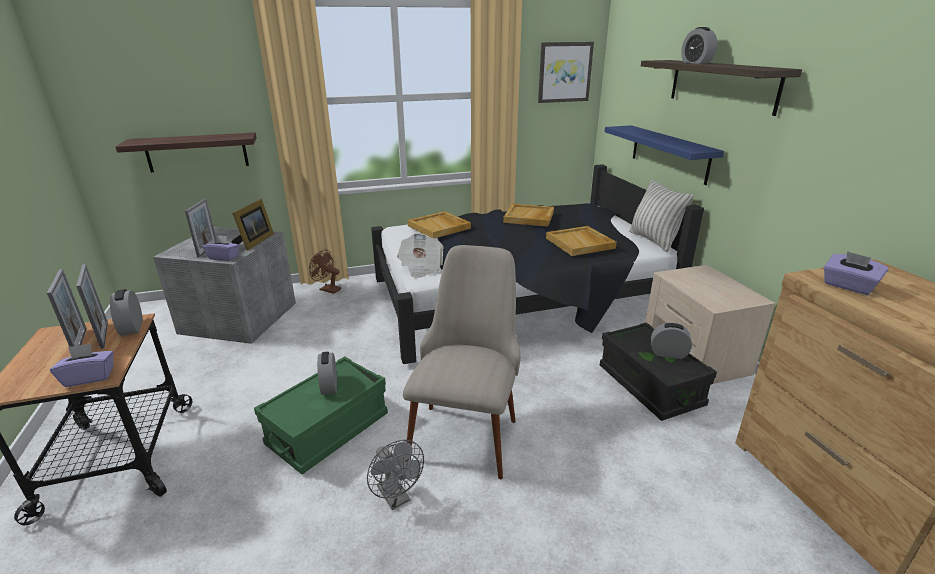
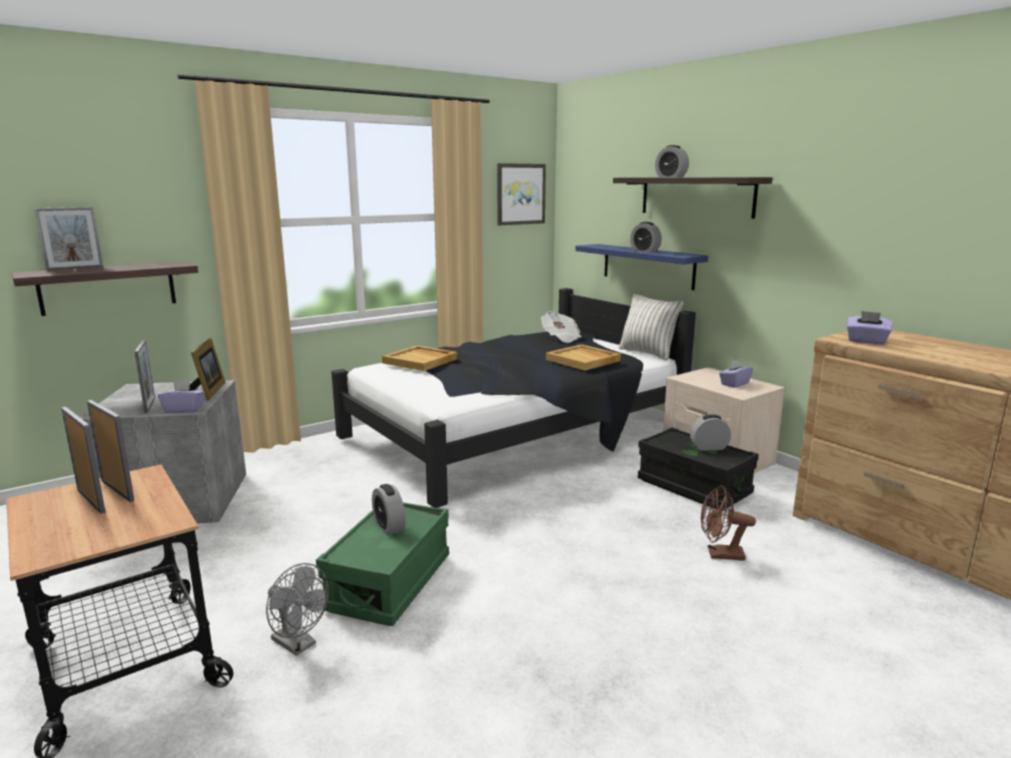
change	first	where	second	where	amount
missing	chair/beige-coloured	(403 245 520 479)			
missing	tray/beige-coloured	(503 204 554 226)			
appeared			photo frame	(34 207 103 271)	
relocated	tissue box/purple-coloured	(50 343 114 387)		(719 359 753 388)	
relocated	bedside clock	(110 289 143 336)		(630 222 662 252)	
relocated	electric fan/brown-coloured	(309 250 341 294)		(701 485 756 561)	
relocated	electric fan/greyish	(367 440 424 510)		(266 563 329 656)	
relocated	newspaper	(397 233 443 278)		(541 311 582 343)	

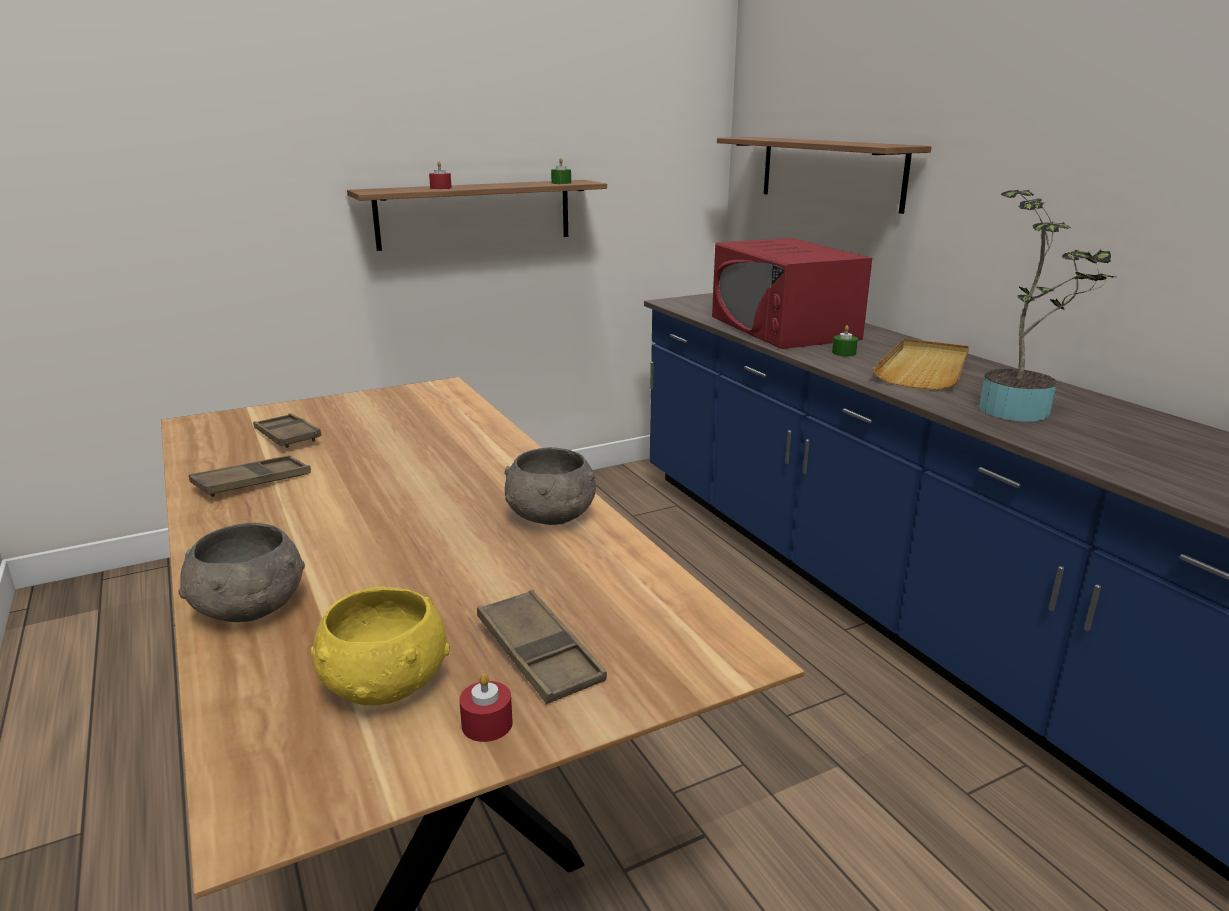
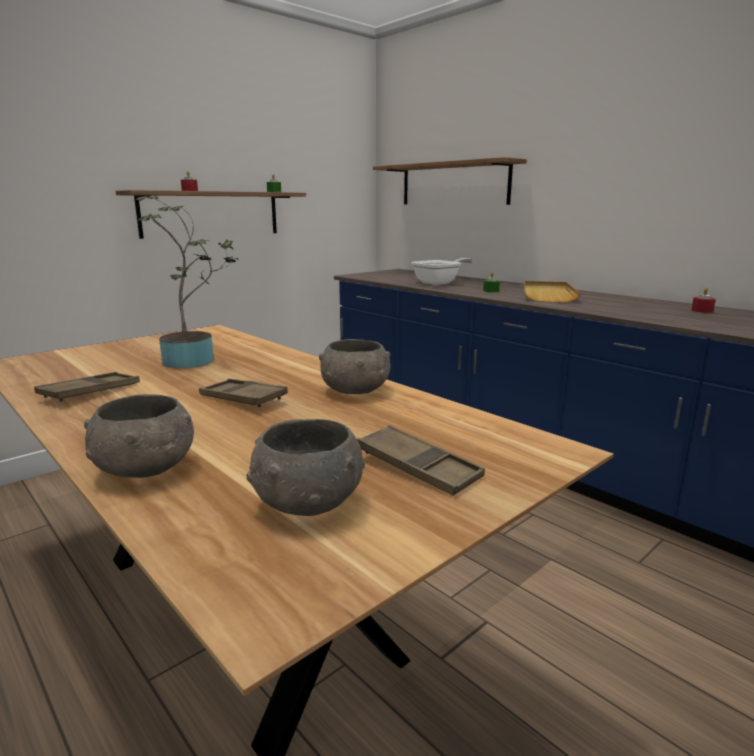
change	first	where	second	where	amount
relocated	tray/brown-coloured	(253 413 322 448)		(199 378 288 407)	
relocated	wax candle/reddish	(459 674 513 742)		(691 288 716 313)	
relocated	plant in a pot	(979 189 1115 422)		(136 196 238 368)	
exchanged	microwave/reddish	(712 238 872 349)	frying pan	(411 258 473 285)	
colour	bowl/yellowish	(311 587 450 705)	bowl/greyish	(247 419 365 516)	

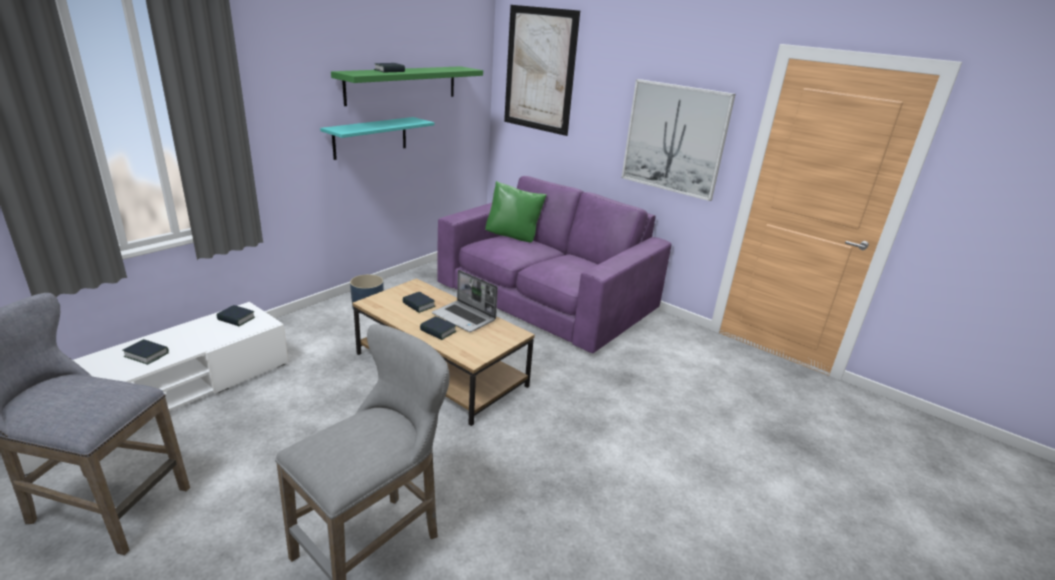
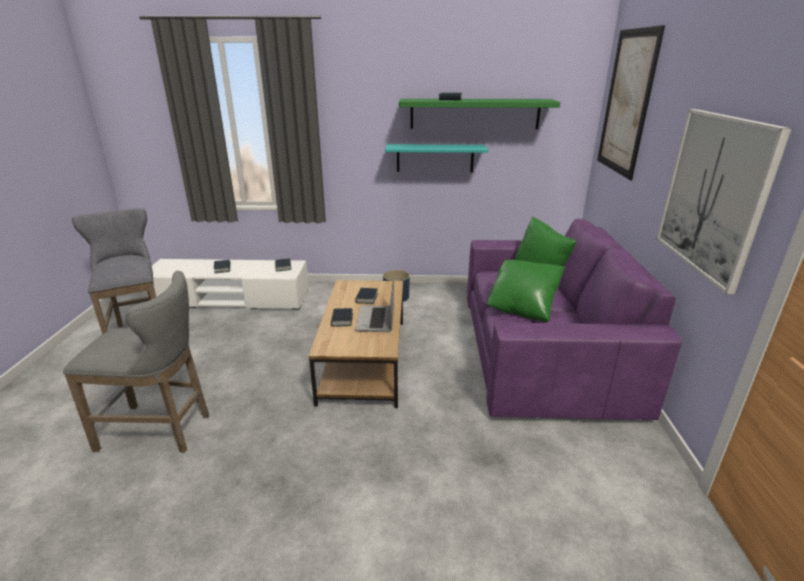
change	first	where	second	where	amount
appeared			cushion/greenish	(487 260 565 322)	

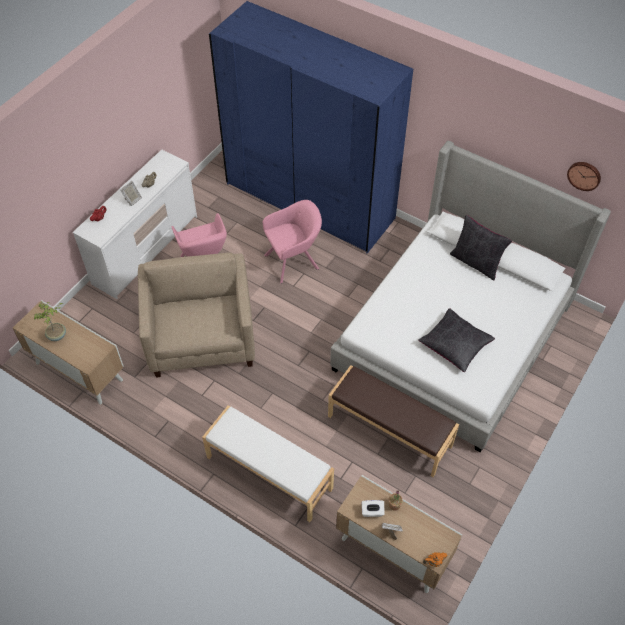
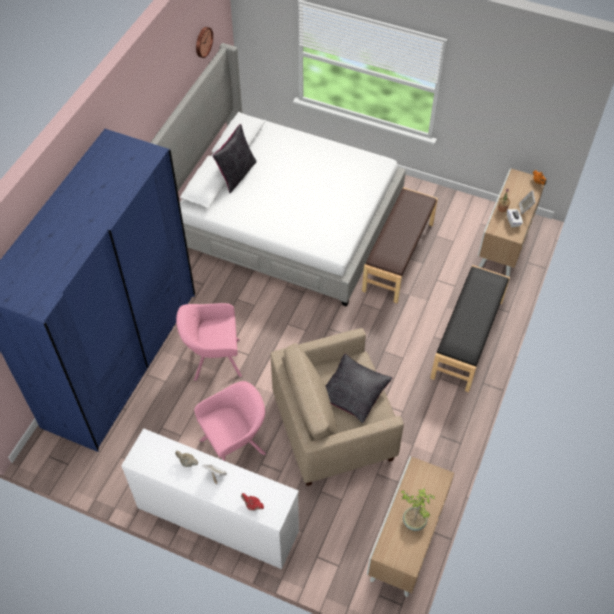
change	first	where	second	where	amount
relocated	cushion/black	(418 308 495 372)		(326 354 392 423)	
colour	indoor bench/white	(202 405 334 522)	indoor bench/black	(430 265 510 392)	
spun	armchair/pink-coloured	(263 200 322 284)		(176 303 242 381)	60 degrees counterclockwise

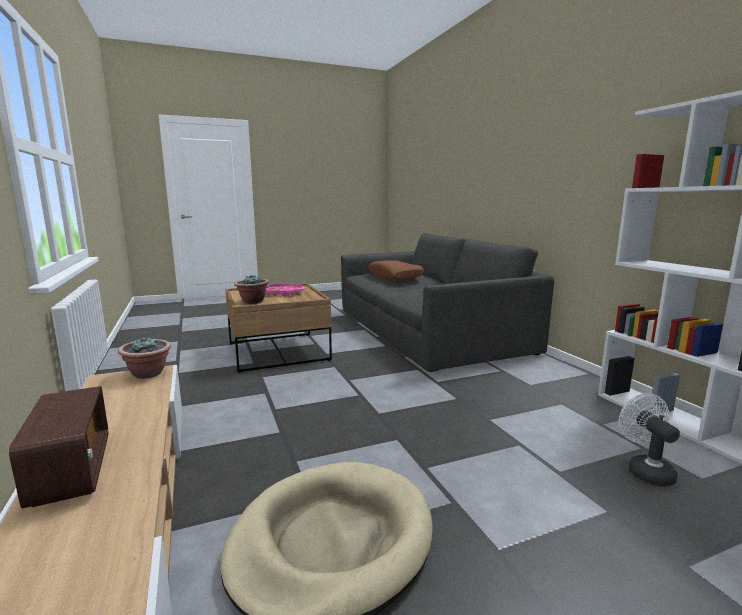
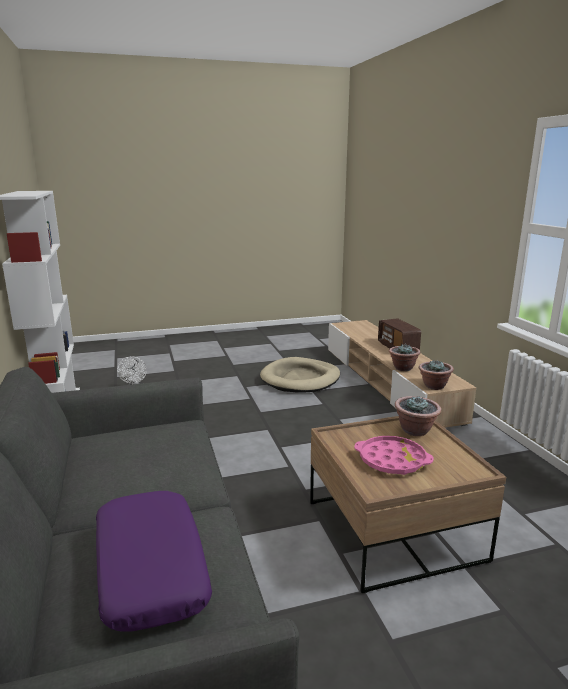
change	first	where	second	where	amount
appeared			plant in a pot	(389 343 421 371)	
colour	cushion/brown-coloured	(368 260 424 280)	cushion/purple-coloured	(96 491 212 632)	

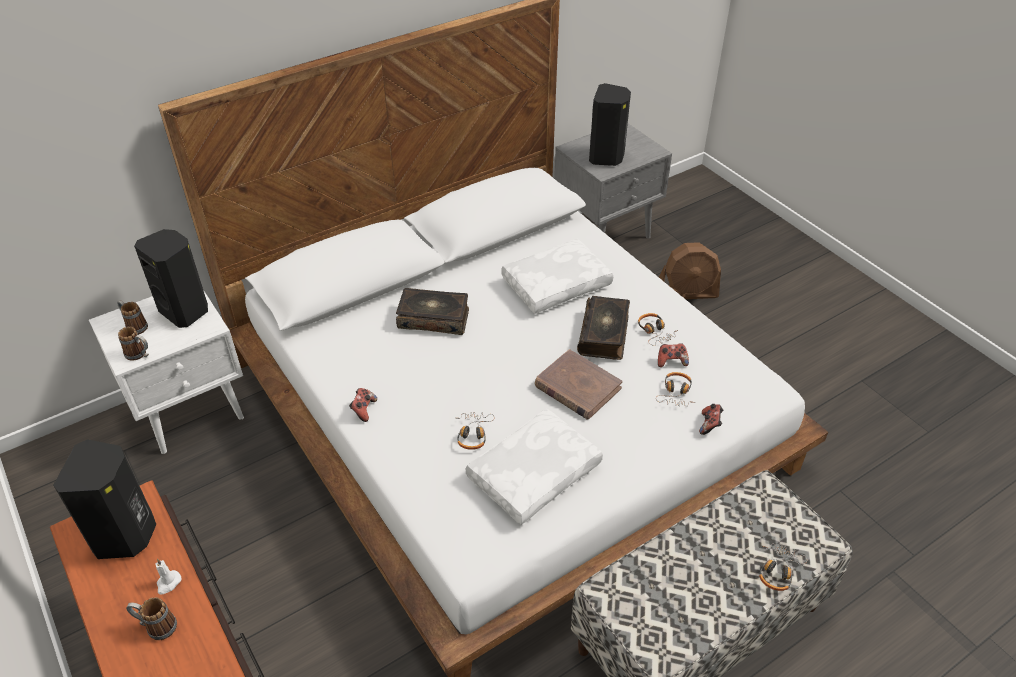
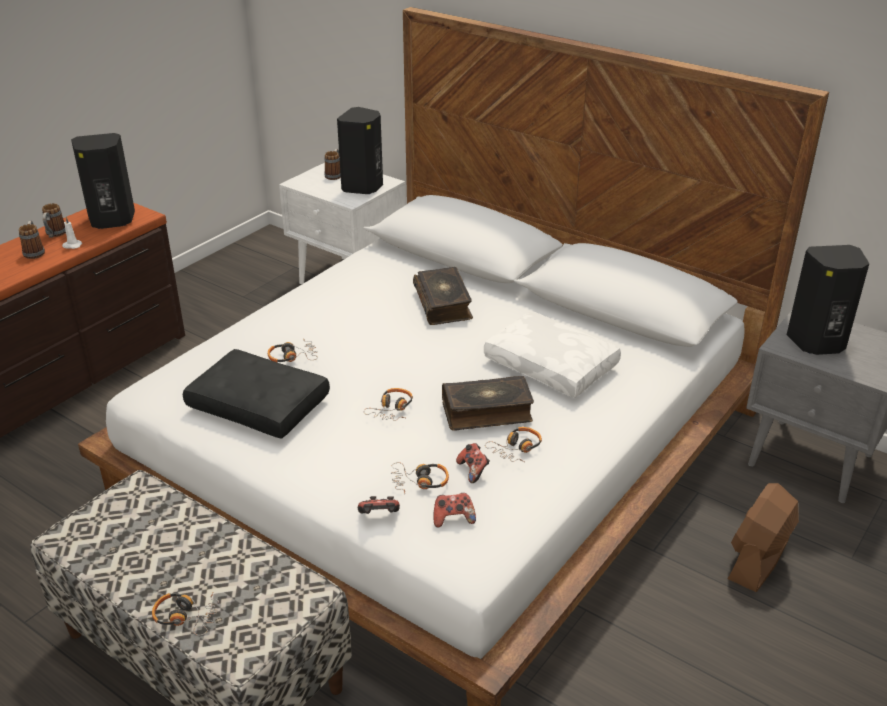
change	first	where	second	where	amount
relocated	coffee mug	(118 327 149 361)		(42 203 66 238)	
relocated	game controller	(349 388 377 422)		(433 493 476 527)	
exchanged	volume/brown-coloured	(535 349 623 420)	pair of headphones	(364 388 413 421)	
colour	cushion/white	(466 409 603 525)	cushion/black	(183 349 330 439)	
spun	electric fan/brown-coloured	(659 242 721 299)		(728 483 799 592)	60 degrees clockwise

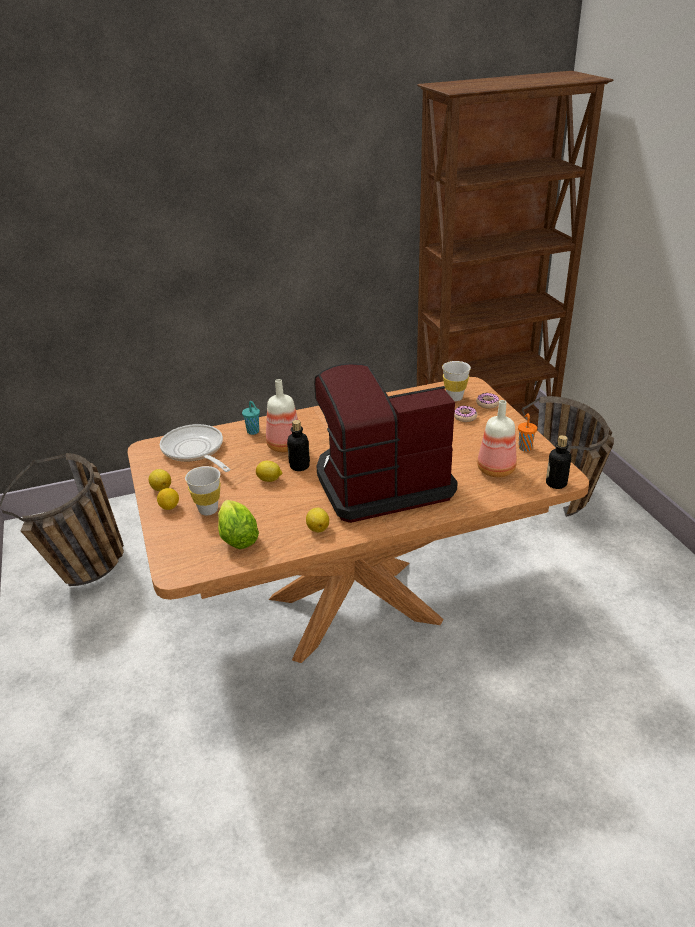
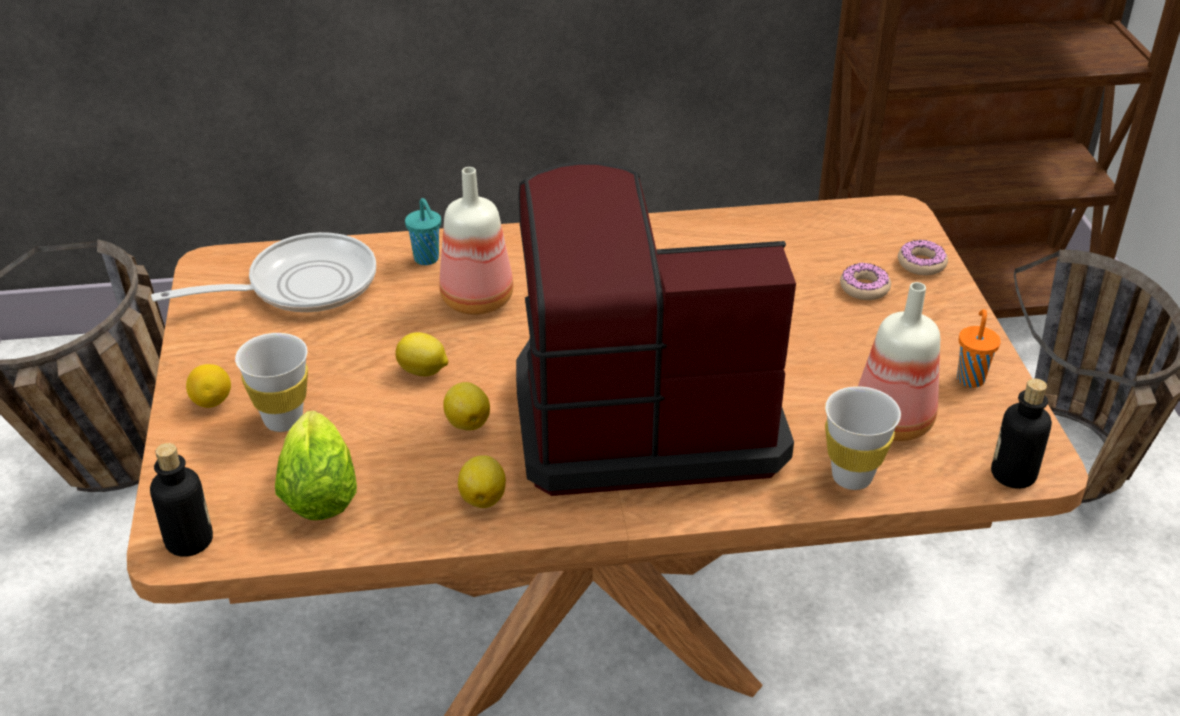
change	first	where	second	where	amount
relocated	citrus fruit	(149 469 171 491)		(443 382 490 431)	
relocated	drink bottle	(287 420 310 471)		(150 443 213 557)	
relocated	small cup/white	(442 361 471 401)		(825 386 901 490)	
spun	frying pan	(160 424 231 472)		(151 232 376 312)	90 degrees clockwise

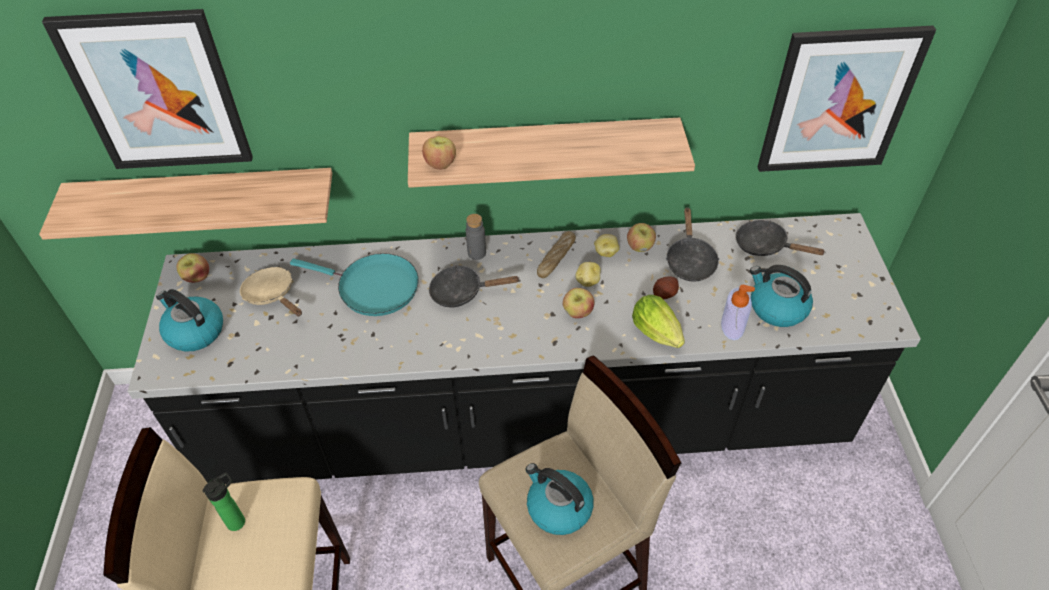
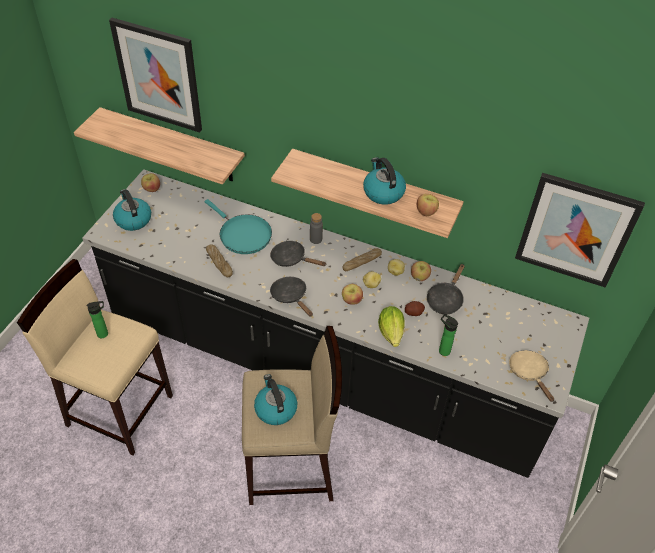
change	first	where	second	where	amount
appeared			bakery bread	(206 245 233 277)	
relocated	frying pan/beige-coloured	(240 267 302 316)		(509 350 554 402)	
relocated	apple	(422 136 456 170)		(417 194 439 216)	
relocated	frying pan/black	(735 220 825 256)		(270 277 313 317)	
relocated	kettle	(750 265 813 327)		(363 157 406 205)	
exchanged	soap dispenser	(721 285 755 340)	drink bottle	(439 314 458 356)	

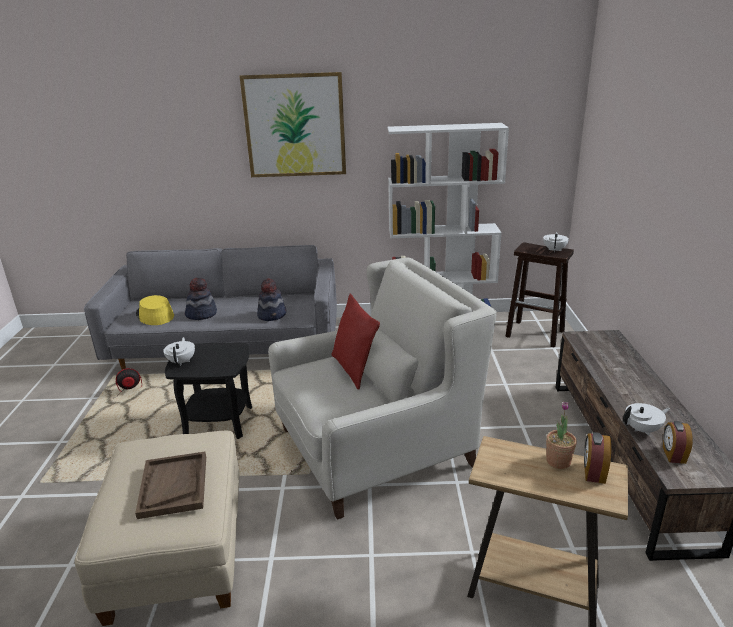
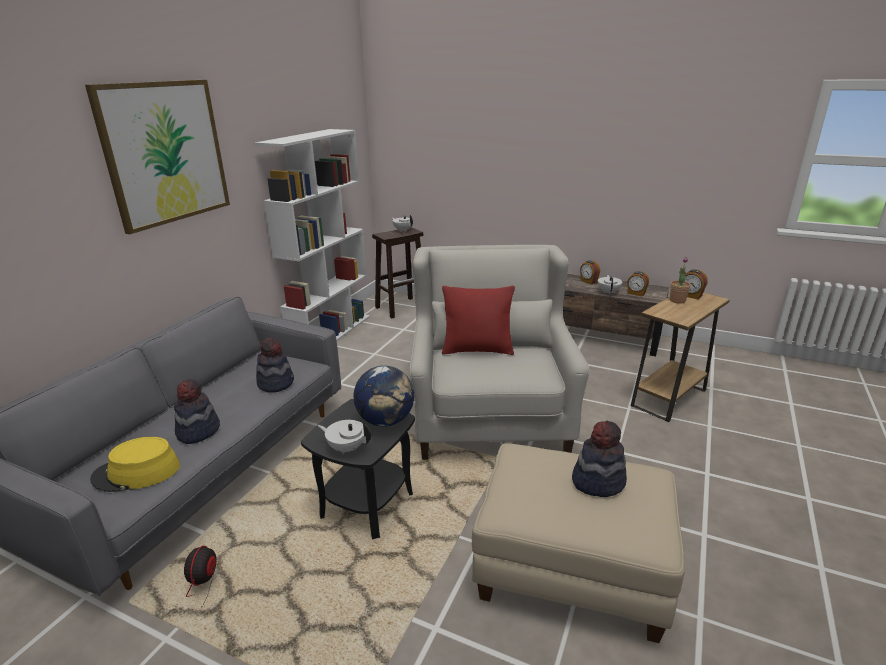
change	first	where	second	where	amount
appeared			world globe	(353 366 414 427)	
appeared			bedside clock	(580 261 600 285)	
exchanged	tray/brown-coloured	(135 452 206 519)	hat	(572 421 627 497)	

